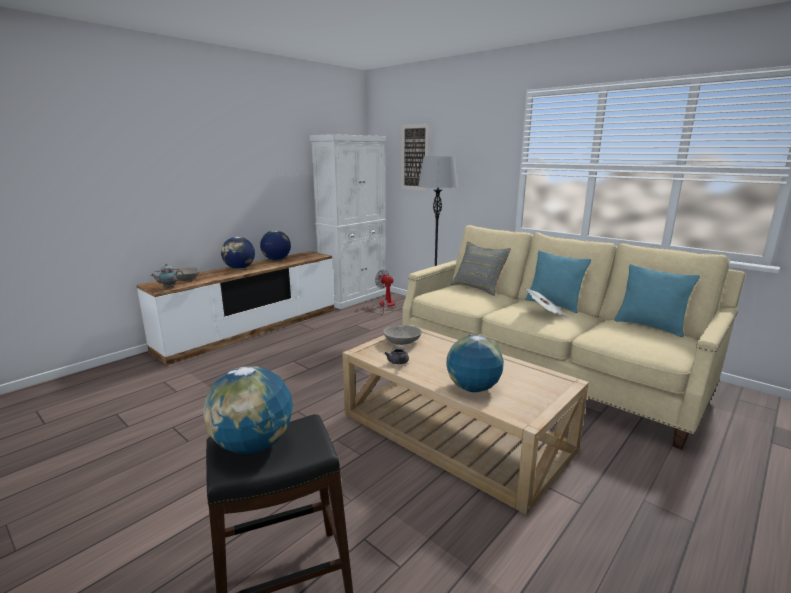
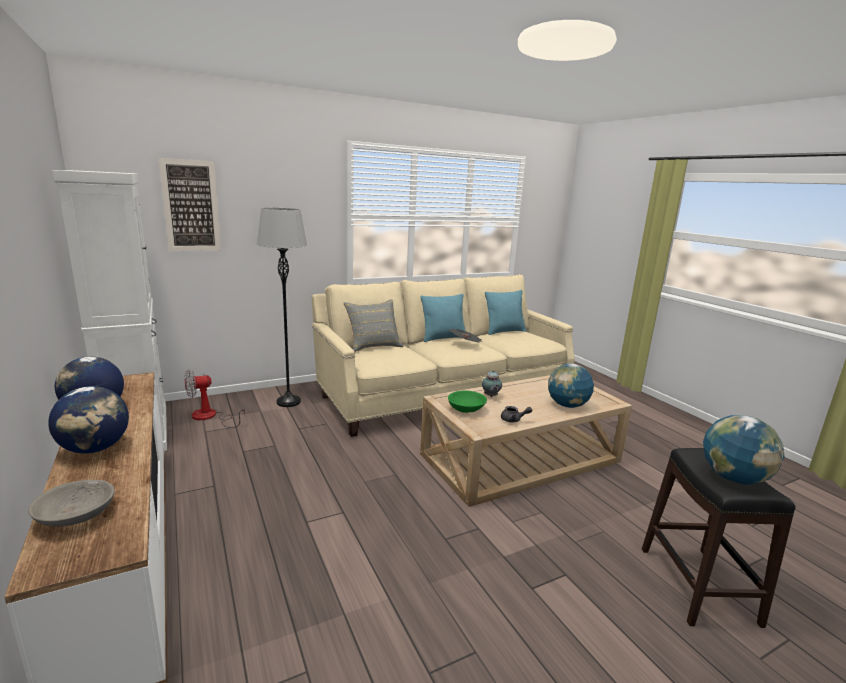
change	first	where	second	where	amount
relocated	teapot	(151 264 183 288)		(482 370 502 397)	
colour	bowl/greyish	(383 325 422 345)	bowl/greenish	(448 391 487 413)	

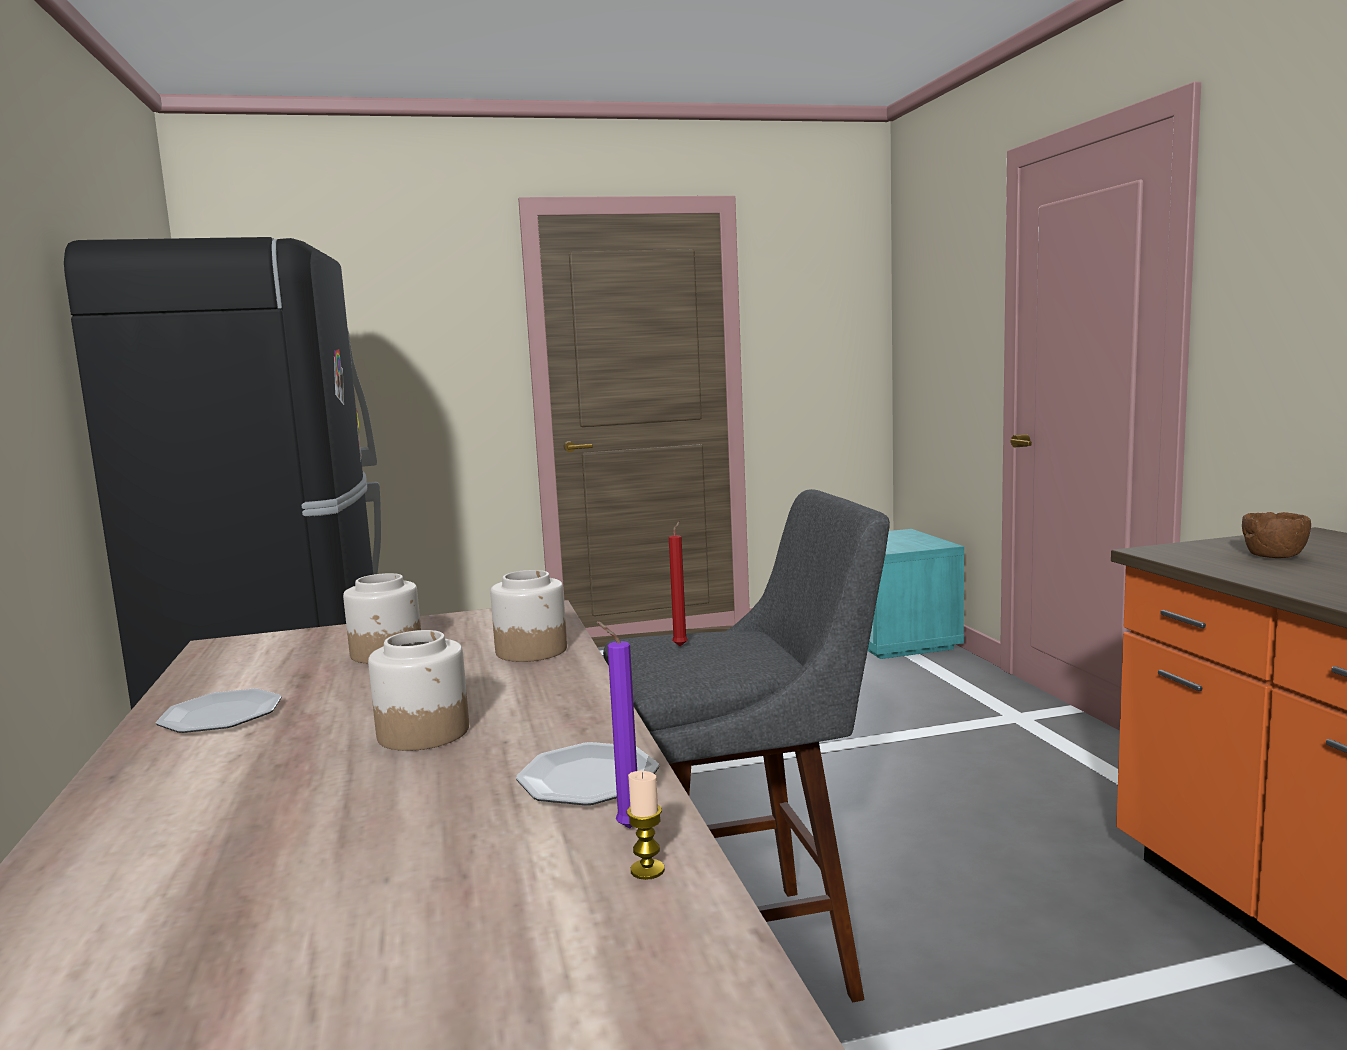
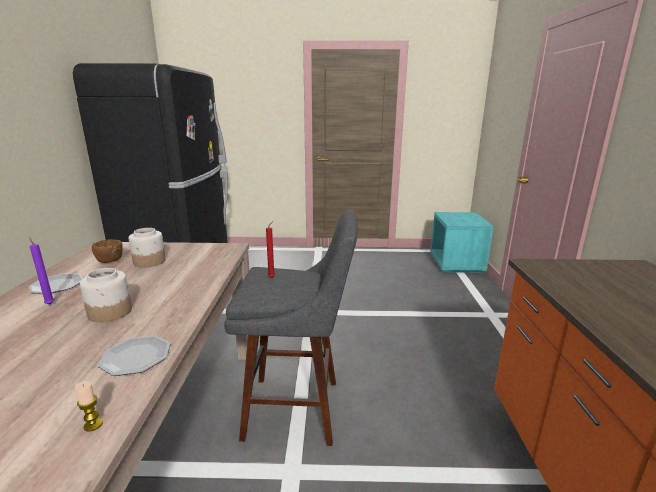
change	first	where	second	where	amount
missing	storage jar	(490 570 567 662)			
relocated	wax candle/purple-coloured	(597 621 637 829)		(29 237 54 305)	
relocated	bowl/brown-coloured	(1242 512 1311 558)		(92 239 123 263)	

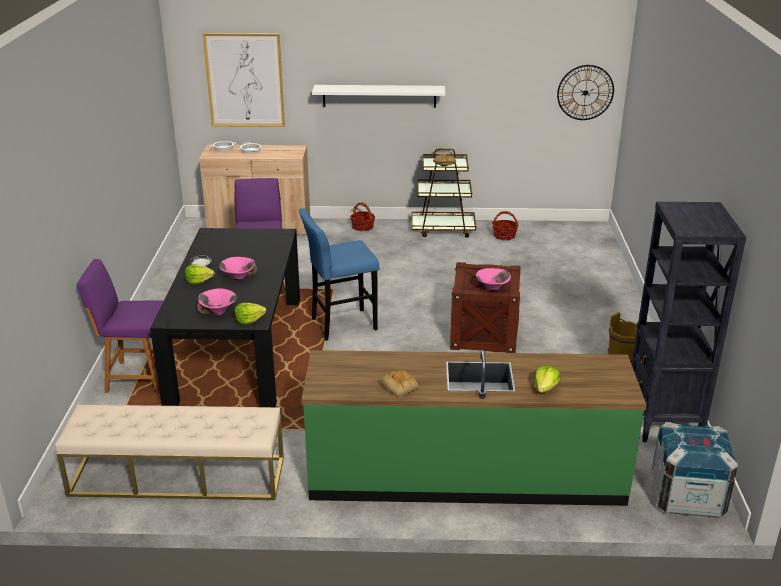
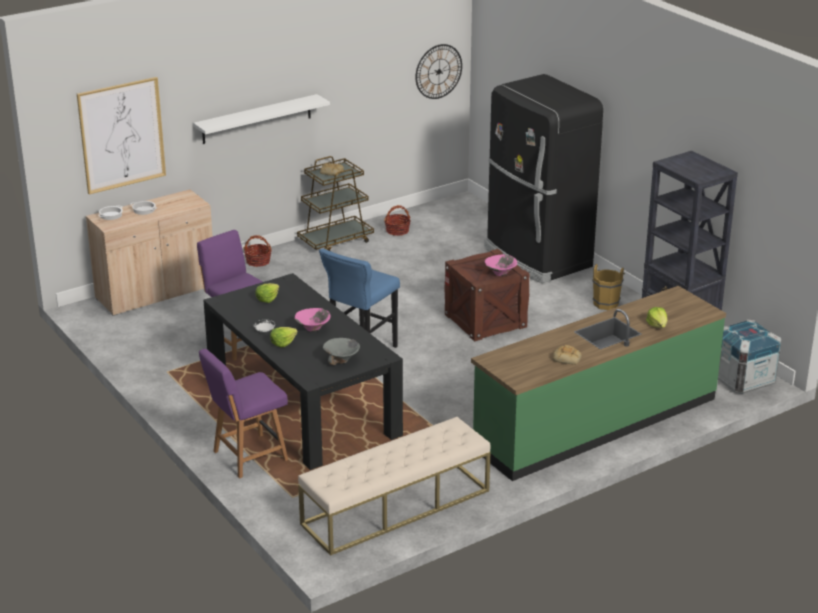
change	first	where	second	where	amount
appeared			refrigerator/black	(484 74 603 283)	
relocated	head of lettuce	(234 303 267 325)		(255 283 280 303)	
colour	bowl/pink-coloured	(197 288 237 315)	bowl/greyish	(323 338 360 365)	

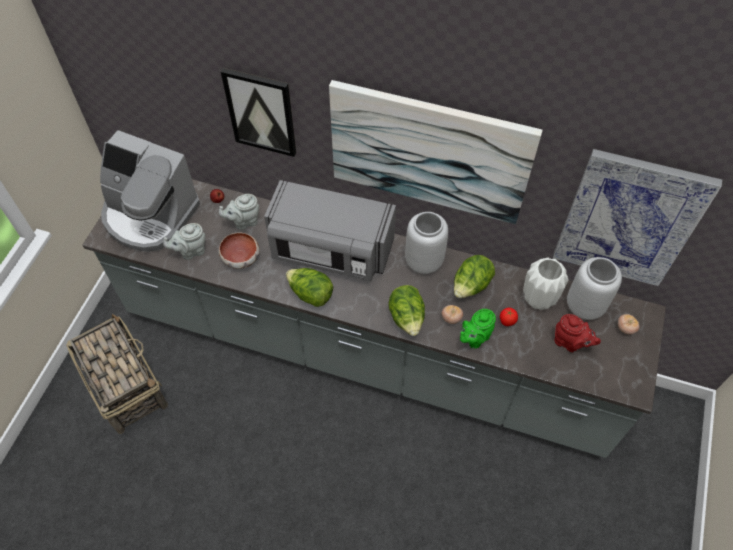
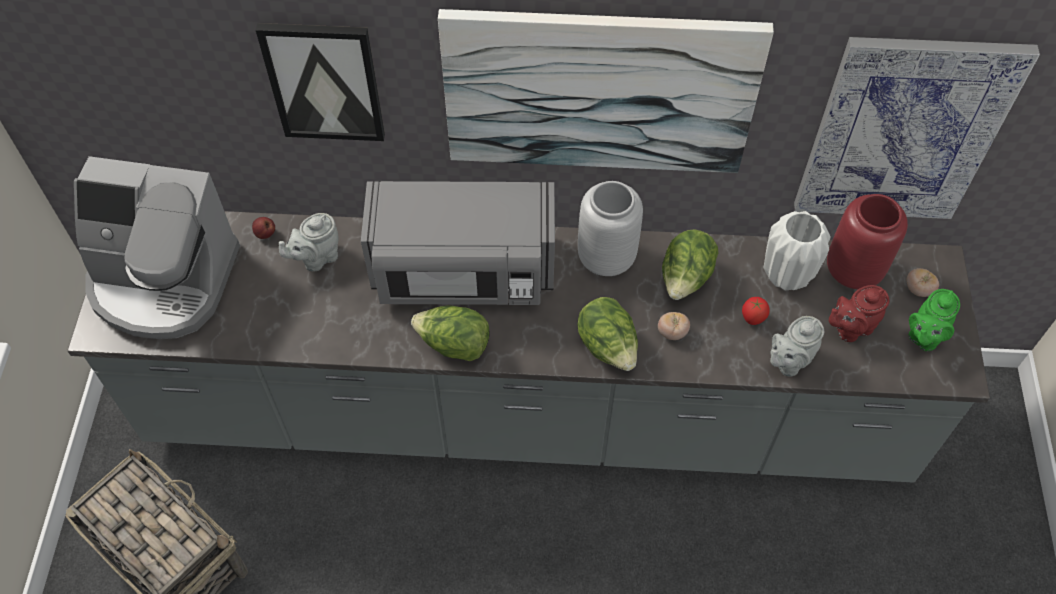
change	first	where	second	where	amount
missing	bowl	(219 233 260 269)			
relocated	teapot/greyish	(163 223 205 260)		(770 316 824 377)	
relocated	teapot/greenish	(460 309 496 348)		(909 289 960 351)	
colour	decorative vase/greyish	(567 257 622 320)	decorative vase/reddish	(827 194 908 289)	
spun	teapot/reddish	(554 314 601 352)		(829 285 890 342)	135 degrees clockwise

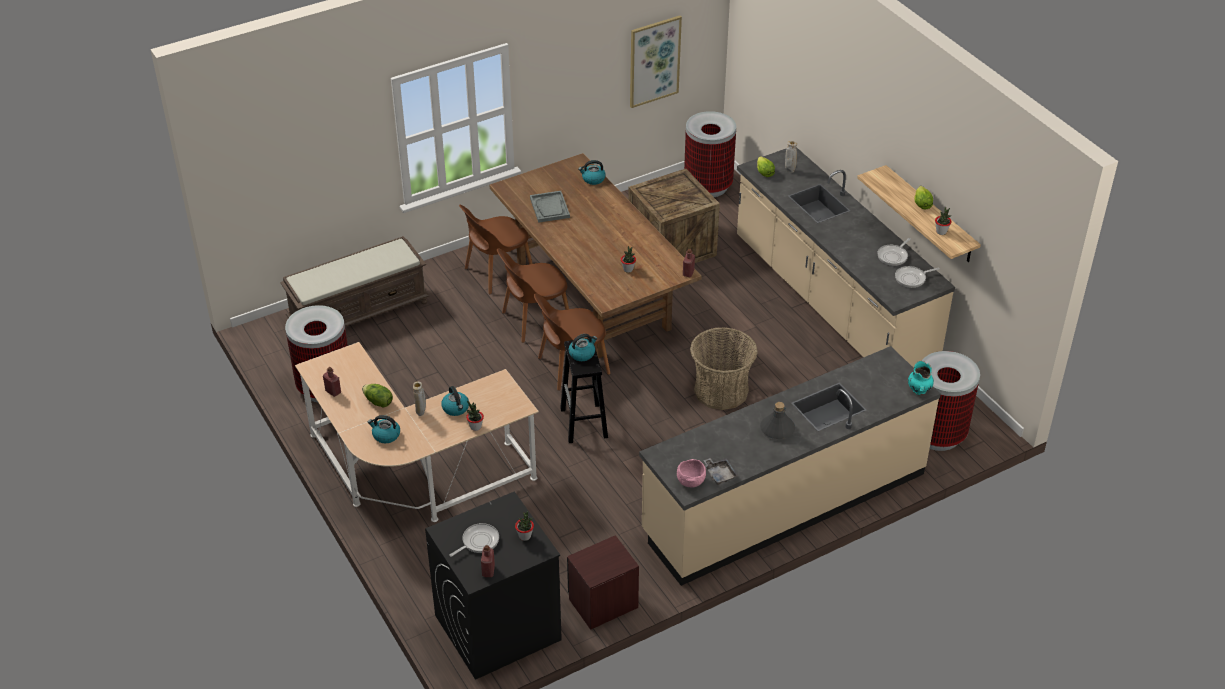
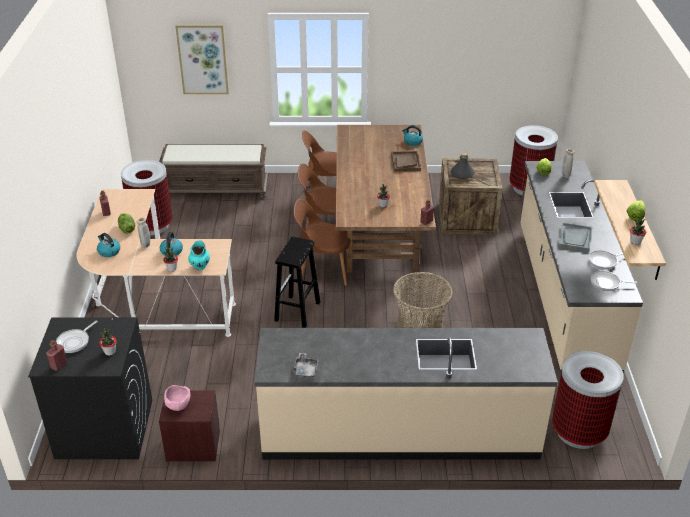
change	first	where	second	where	amount
missing	kettle	(568 334 597 361)			
appeared			tray/brown-coloured	(391 151 421 172)	
relocated	tray/greyish	(530 191 570 223)		(558 222 592 252)	
relocated	wall art	(630 16 682 108)		(175 25 229 94)	
relocated	bowl/pink-coloured	(677 459 706 487)		(164 385 190 411)	
relocated	drink bottle/greyish	(760 402 795 439)		(451 152 475 179)	
relocated	decorative vase/turquoise-coloured	(908 361 934 395)		(188 240 210 270)	
spun	frying pan	(449 523 499 557)		(56 320 98 353)	135 degrees clockwise

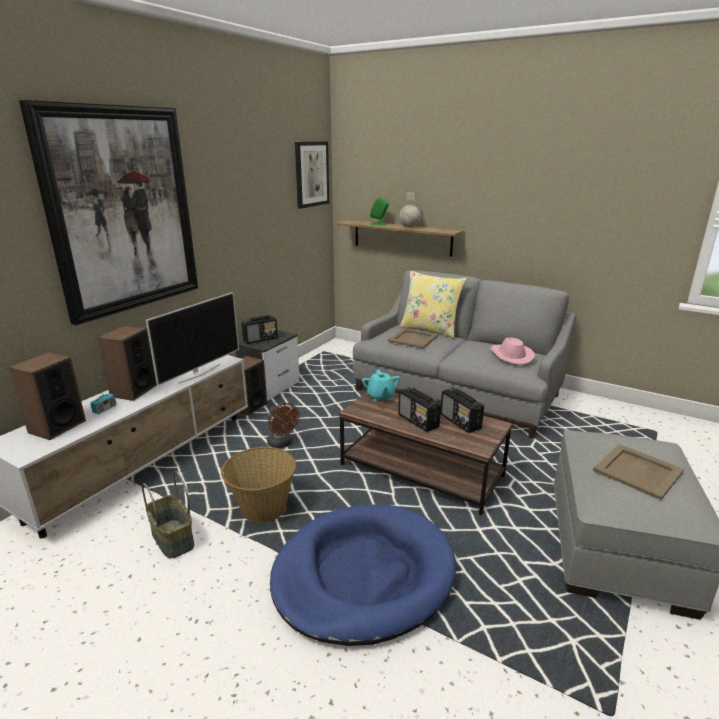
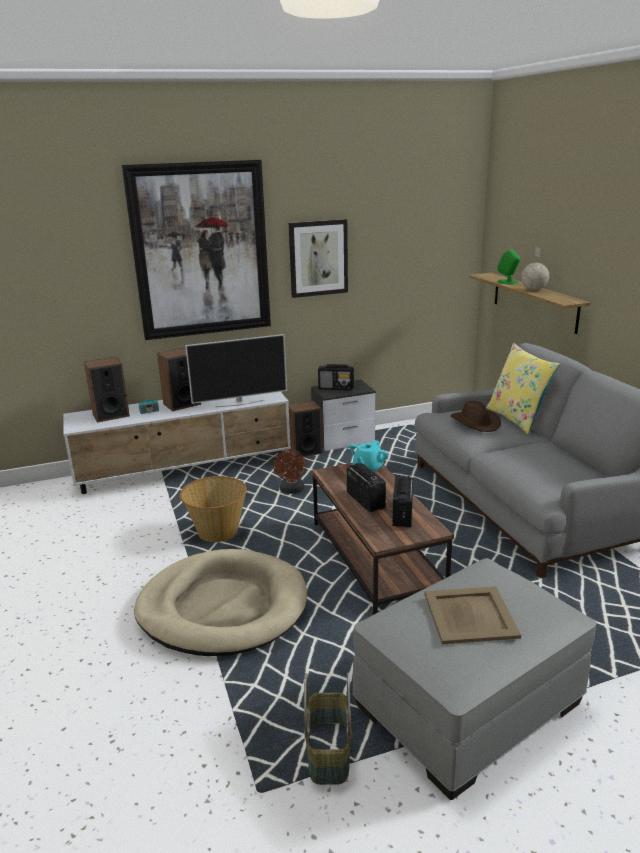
change	first	where	second	where	amount
missing	hat/pink-coloured	(490 337 535 365)			
relocated	basket	(142 471 194 559)		(304 673 352 785)	
relocated	wall art	(295 142 329 209)		(289 219 348 298)	
exchanged	tray/beige-coloured	(388 328 438 348)	hat/brown-coloured	(451 401 501 432)	
colour	dog bed/blue	(270 505 456 646)	dog bed/beige-coloured	(134 549 307 656)	
spun	radio set	(398 387 441 432)		(347 463 386 512)	150 degrees clockwise

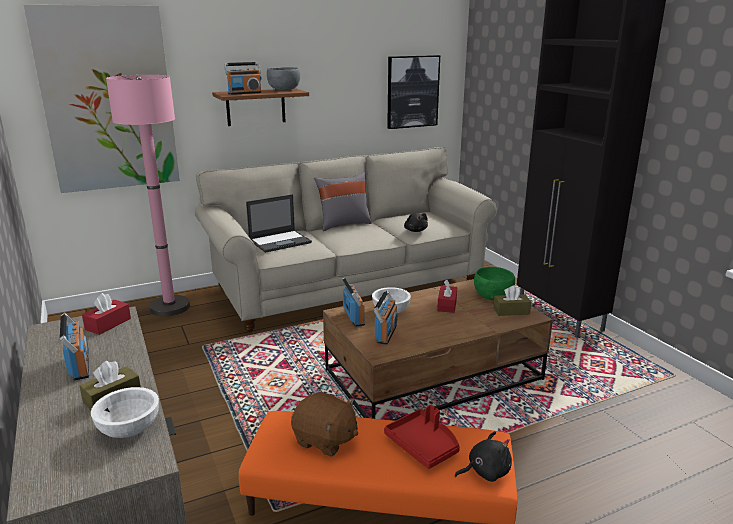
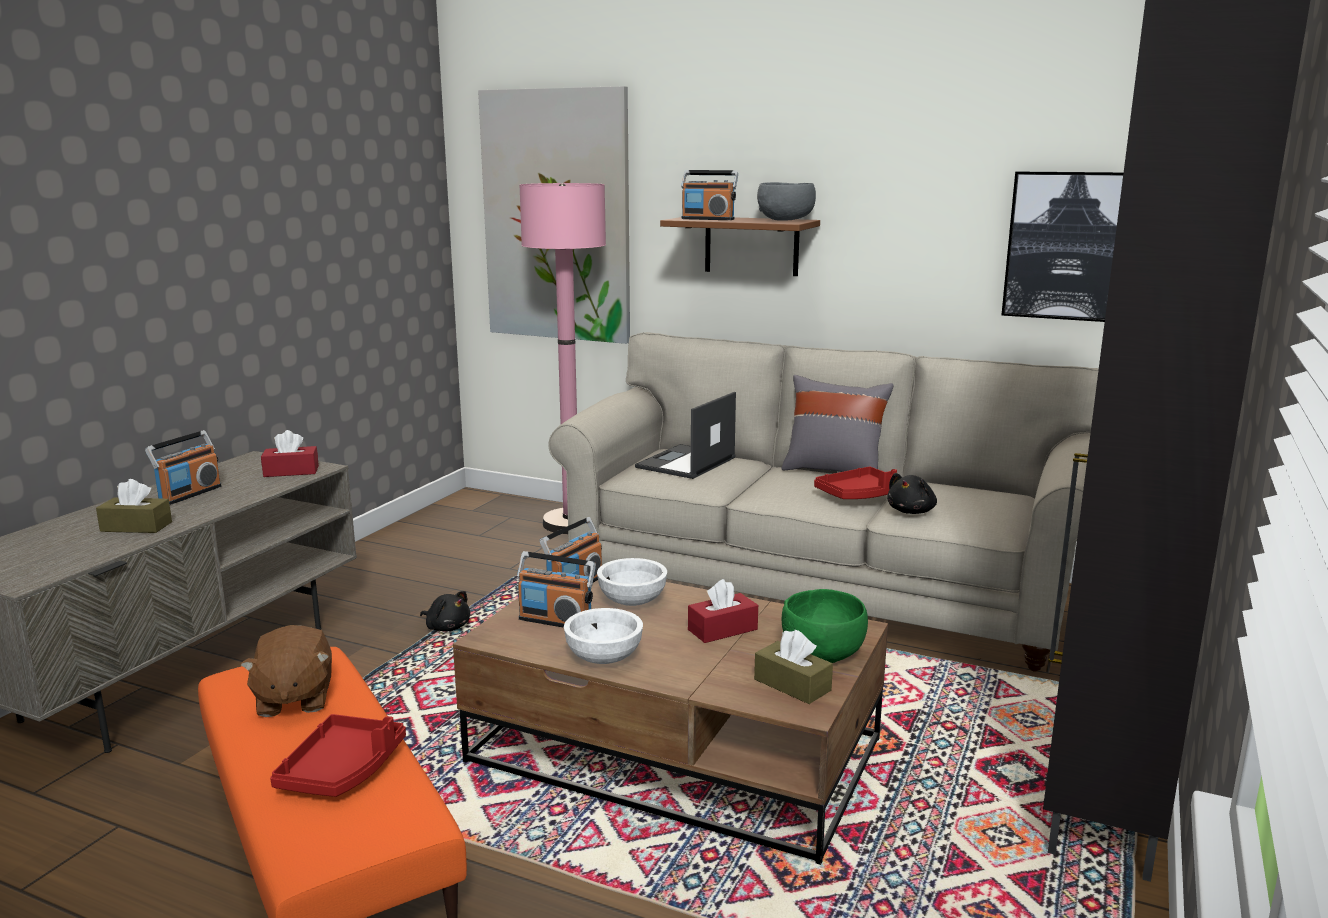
change	first	where	second	where	amount
appeared			tray/reddish	(814 467 897 499)	
relocated	bowl/white	(91 387 159 438)		(564 608 643 664)	
relocated	plush toy/black	(455 431 512 482)		(420 591 470 631)	
spun	laptop	(246 194 312 253)		(635 392 736 479)	105 degrees clockwise
spun	radio set	(374 290 398 345)		(517 551 596 628)	45 degrees clockwise

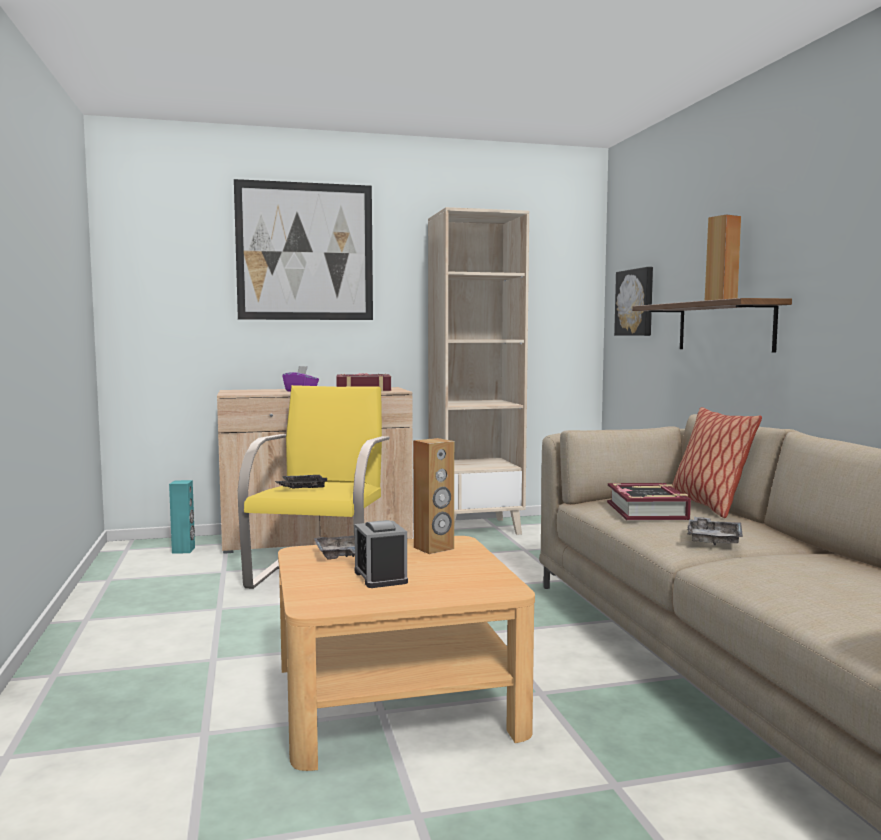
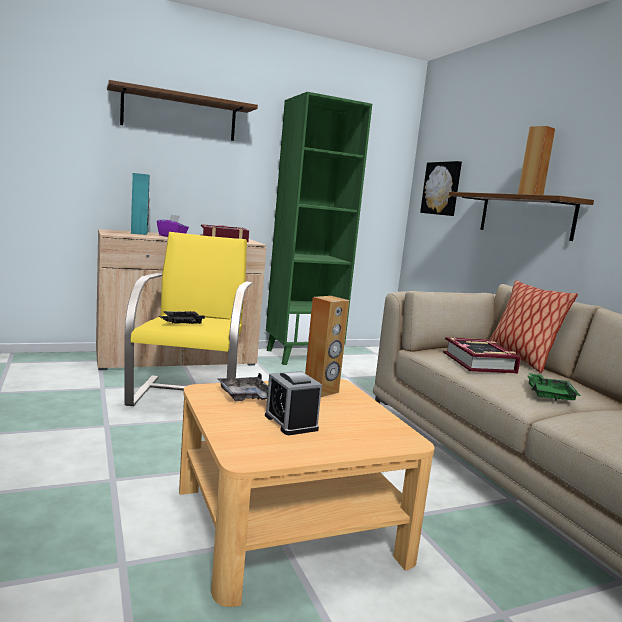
change	first	where	second	where	amount
relocated	audio speaker/turquoise-coloured	(169 480 195 554)		(131 173 150 235)	
exchanged	wall art	(234 179 373 320)	wall shelf	(107 80 258 141)	
colour	bookshelf/beige-coloured	(428 207 529 535)	bookshelf/greenish	(266 92 372 365)	
colour	tray/greyish	(687 517 743 545)	tray/greenish	(527 373 580 401)	

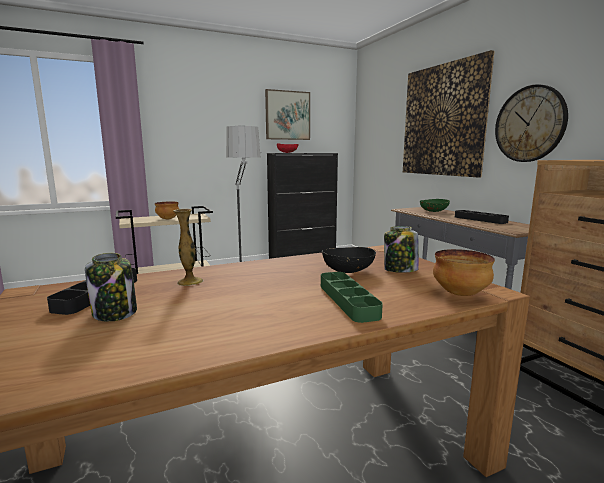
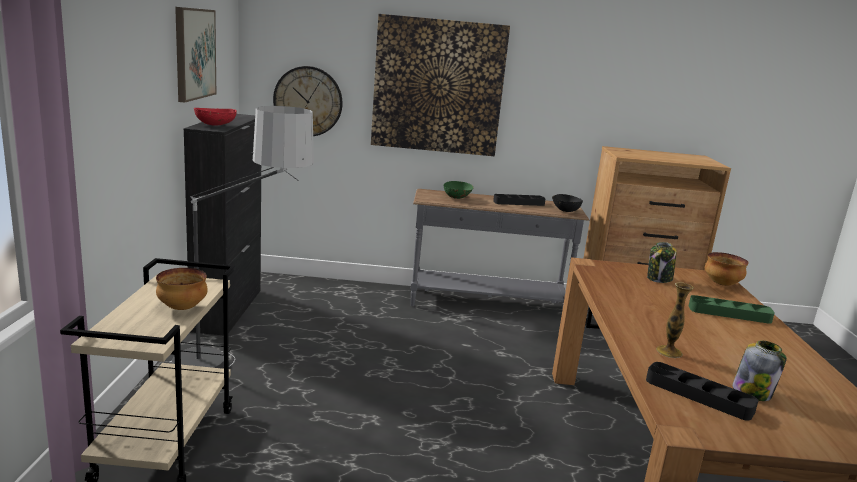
change	first	where	second	where	amount
relocated	bowl/black	(322 247 376 273)		(552 194 583 212)	
relocated	wall clock	(495 84 568 162)		(273 66 343 136)	

